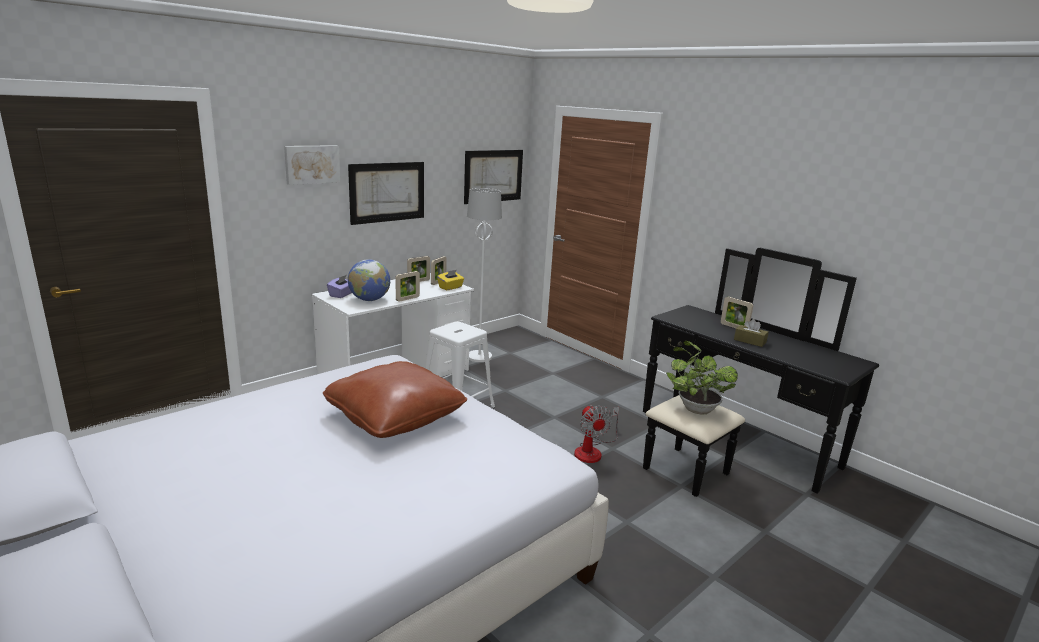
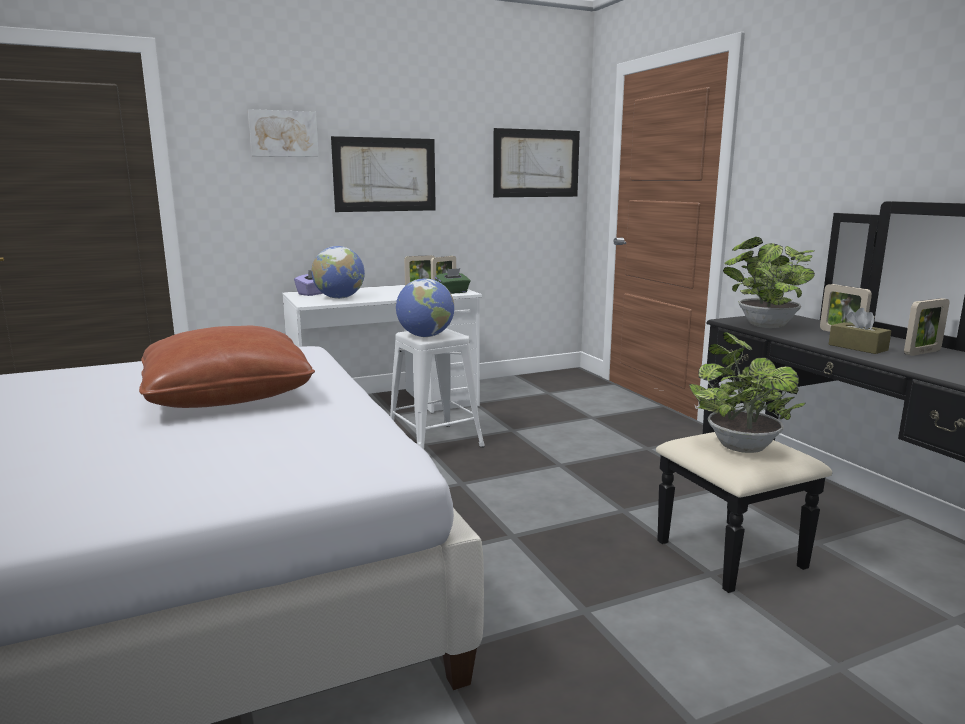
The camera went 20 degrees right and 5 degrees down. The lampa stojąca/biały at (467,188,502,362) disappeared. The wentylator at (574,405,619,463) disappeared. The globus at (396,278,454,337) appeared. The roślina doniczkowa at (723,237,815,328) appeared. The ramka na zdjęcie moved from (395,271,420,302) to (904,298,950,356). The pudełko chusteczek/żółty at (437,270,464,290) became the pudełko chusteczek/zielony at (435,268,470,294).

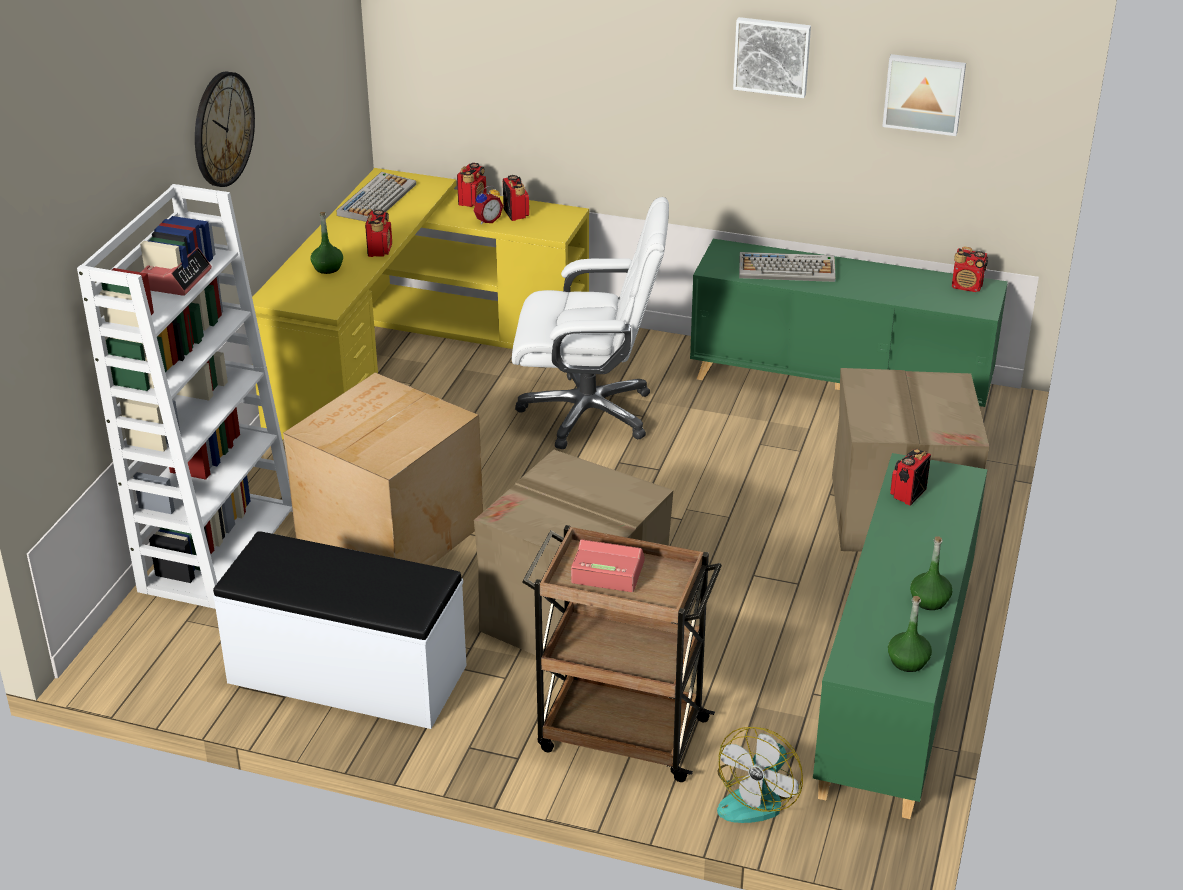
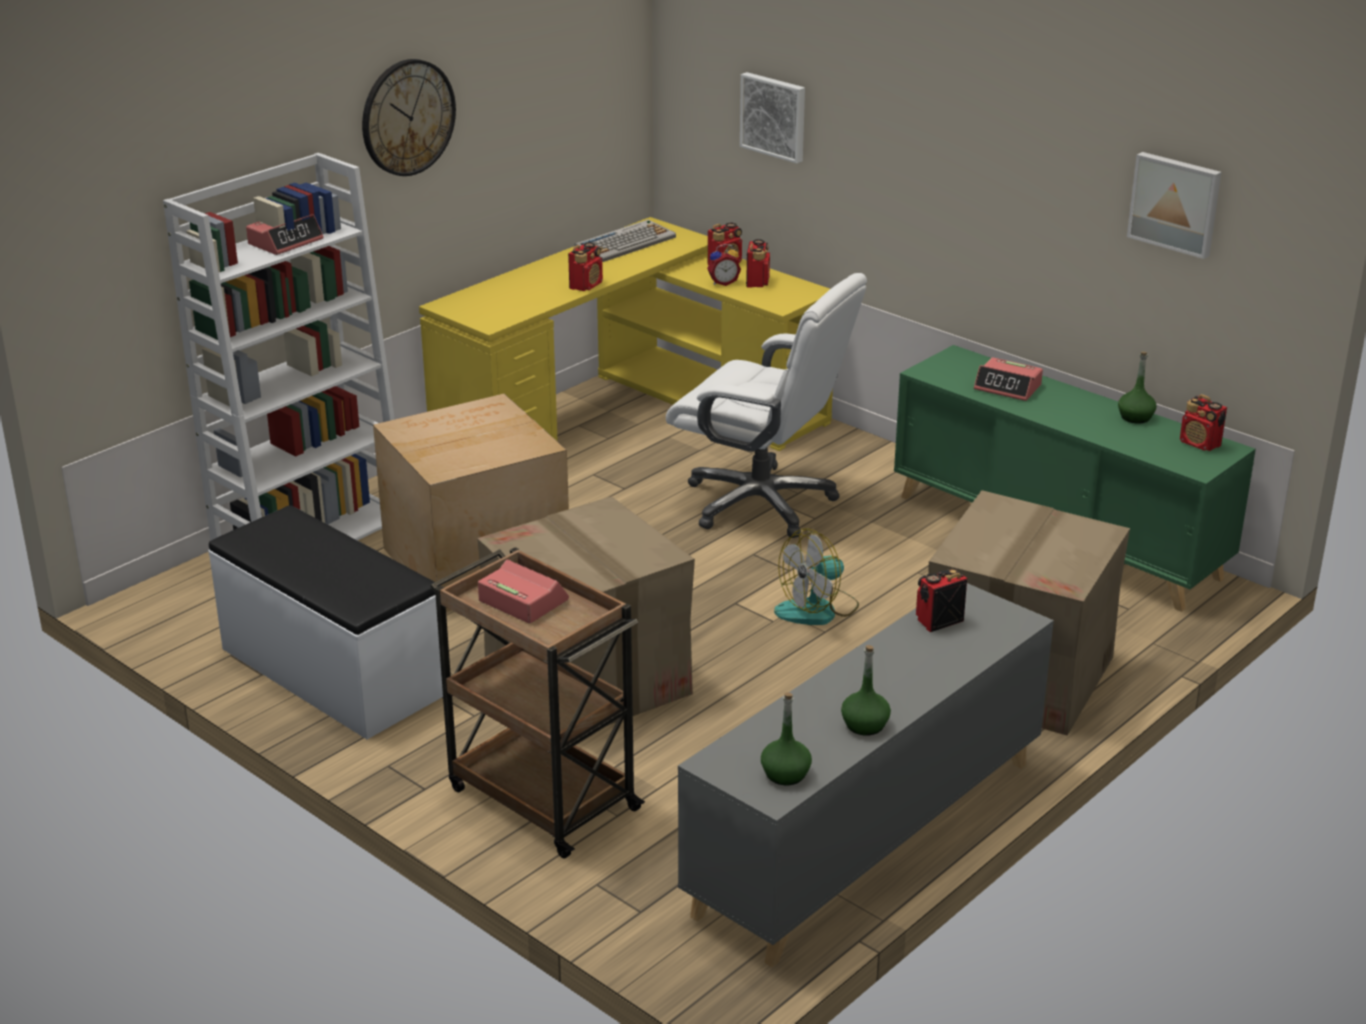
The camera went 25 degrees right and 5 degrees down. The butelka/zielony moved from (310,212,343,274) to (1118,352,1157,423). The wentylator moved from (717,727,803,823) to (774,528,859,625). The obraz moved from (733,17,811,98) to (740,72,805,164). The klawiatura at (739,252,836,282) was replaced by the budzik at (974,357,1043,401). The szafka/zielony at (813,453,988,819) became the szafka/szary at (678,583,1054,967).

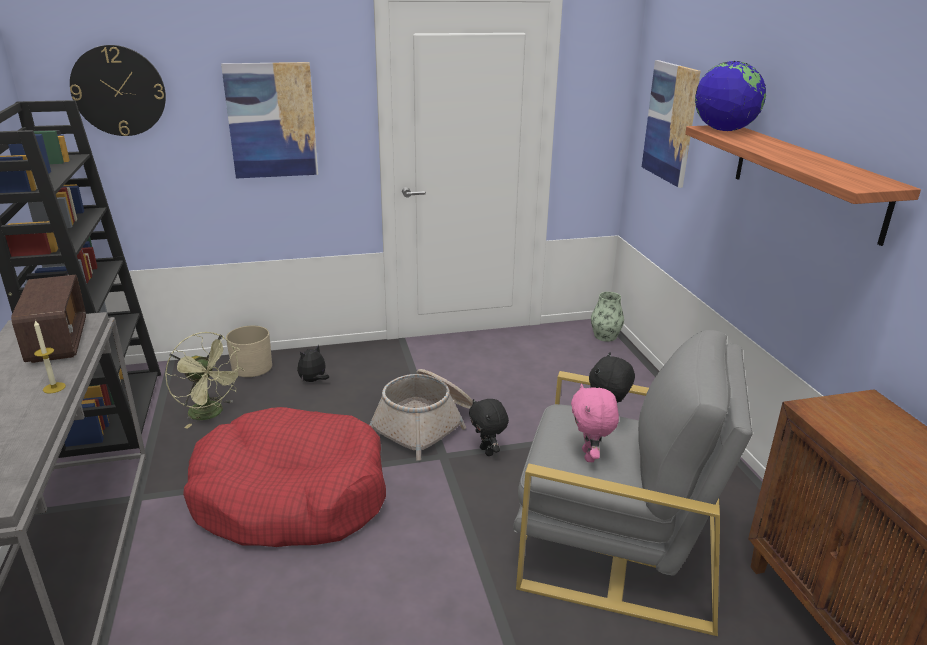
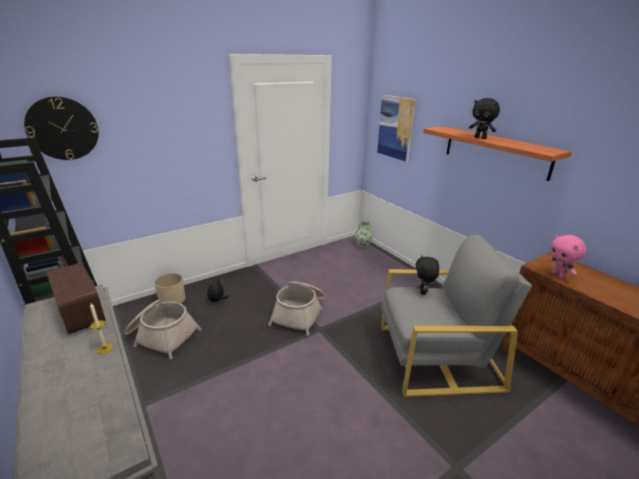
The camera went 20 degrees left and 0 degrees up. The legowisko/czerwony at (183,407,386,547) disappeared. The obraz at (221,62,318,178) disappeared. The globus at (695,61,766,131) disappeared. The pluszak/czarny moved from (469,399,509,456) to (469,98,500,139). The pluszak/różowy moved from (571,384,619,462) to (547,235,586,279). The wentylator/zielony at (165,332,245,429) was replaced by the koszyk at (124,300,201,359).

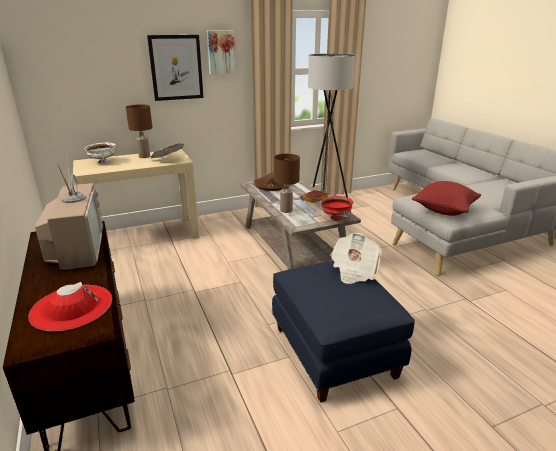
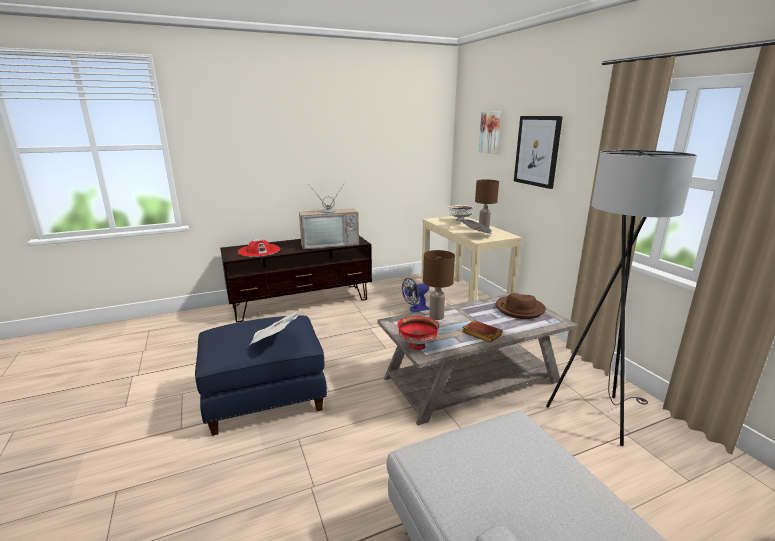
The camera went 90 degrees right and 5 degrees down. The poduszka/czerwony at (412,181,481,216) disappeared. The wentylator at (402,278,429,313) appeared. The obraz moved from (207,30,236,74) to (479,112,501,154).

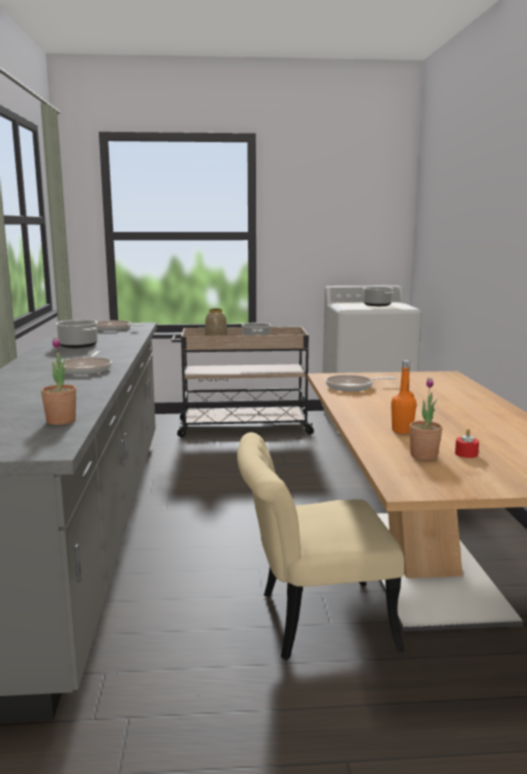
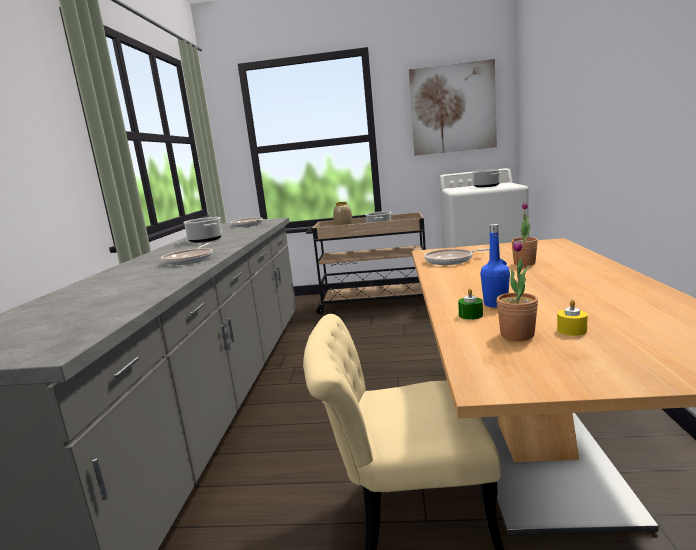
The camera went 10 degrees right and 0 degrees up. The obraz at (409,59,497,156) appeared. The świeca/zielony at (458,289,483,320) appeared. The roślina doniczkowa moved from (41,338,76,425) to (511,202,538,266). The butelka/pomarańczowy at (391,360,417,434) became the butelka/niebieski at (480,224,510,308). The świeca/czerwony at (455,429,479,458) became the świeca/żółty at (557,300,588,336).

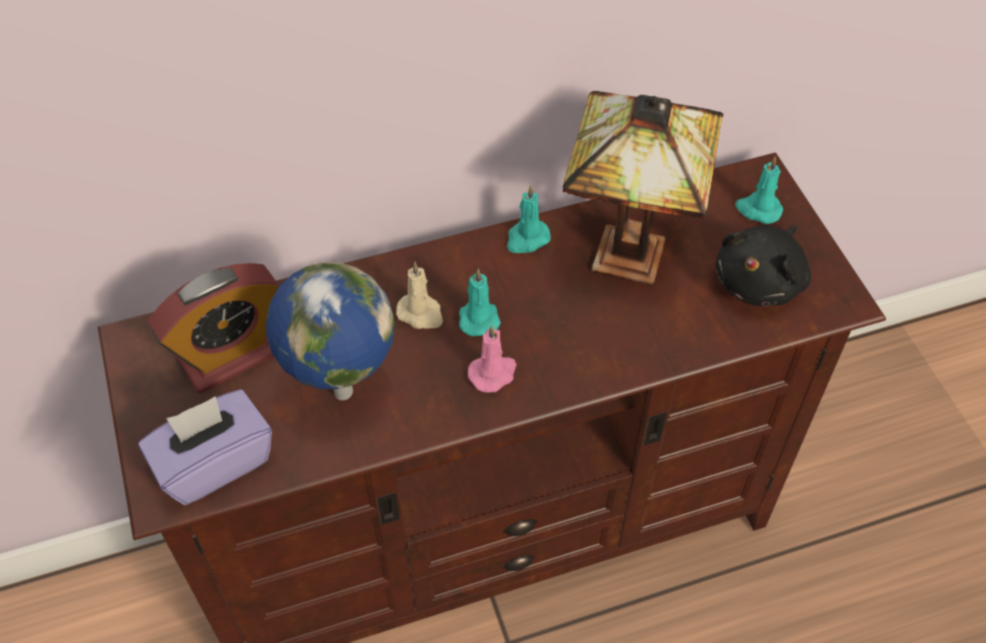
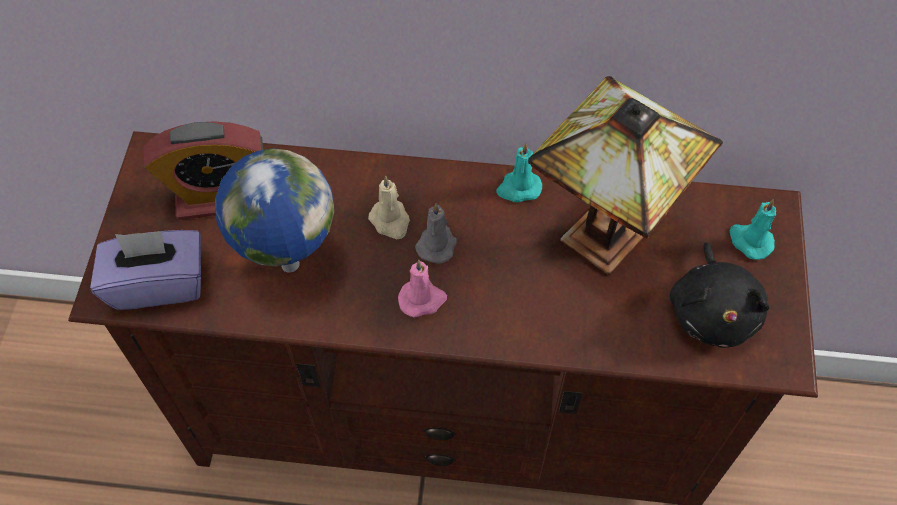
The camera went 25 degrees right and 5 degrees up. The świeca/turkusowy at (459,269,501,336) became the świeca/szary at (415,203,457,264). The pluszak/czarny at (715,225,811,306) turned 60 degrees counterclockwise.

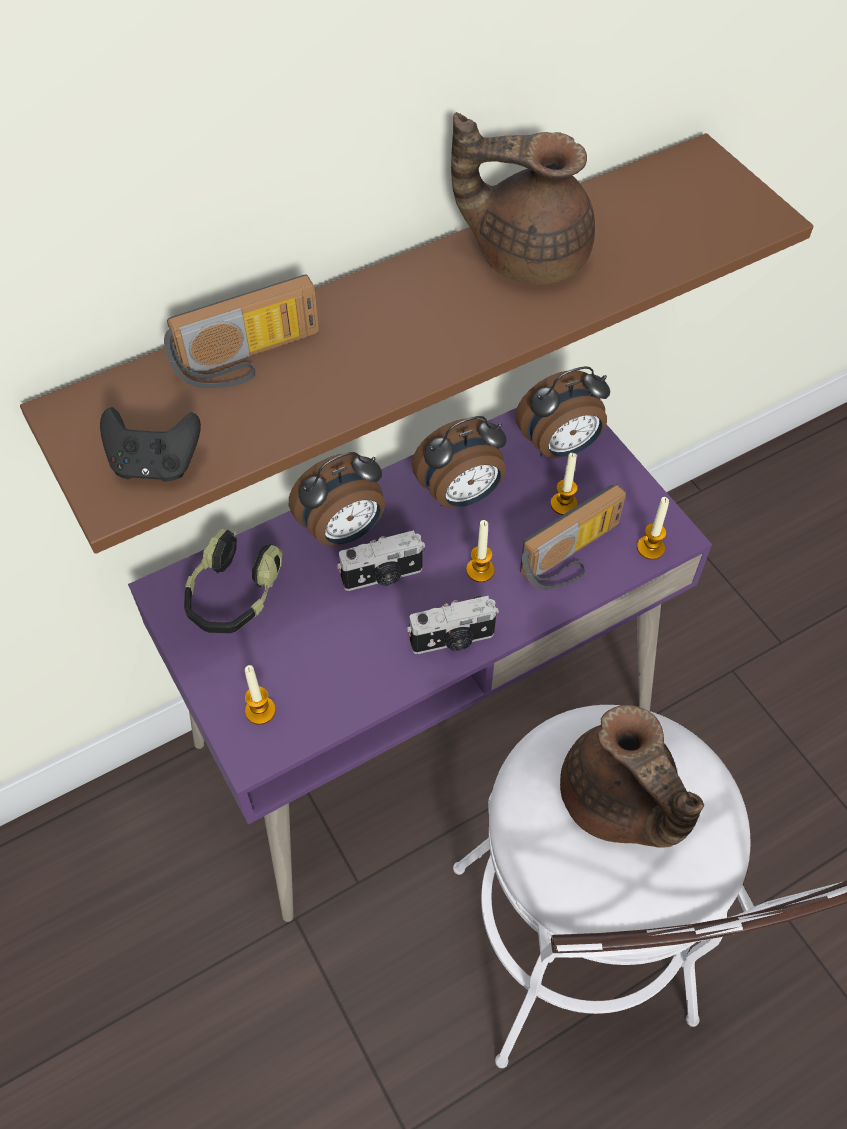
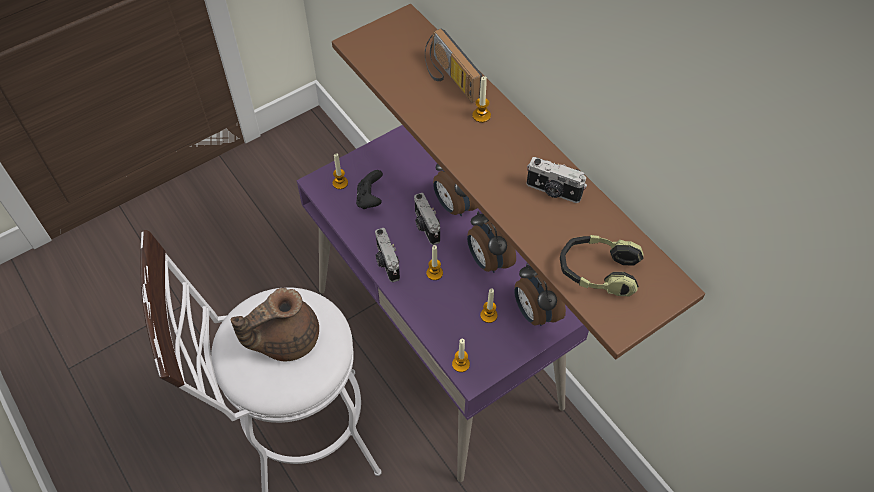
The camera went 85 degrees right and 0 degrees up. The radio at (520,484,626,589) disappeared. The świeca at (472,76,491,123) appeared. The pad do gier/czarny moved from (100,407,201,482) to (356,170,383,209). The słuchawki moved from (184,529,283,633) to (560,235,644,296). The imbryk/brązowy at (451,112,595,284) was replaced by the aparat fotograficzny at (526,157,587,203).

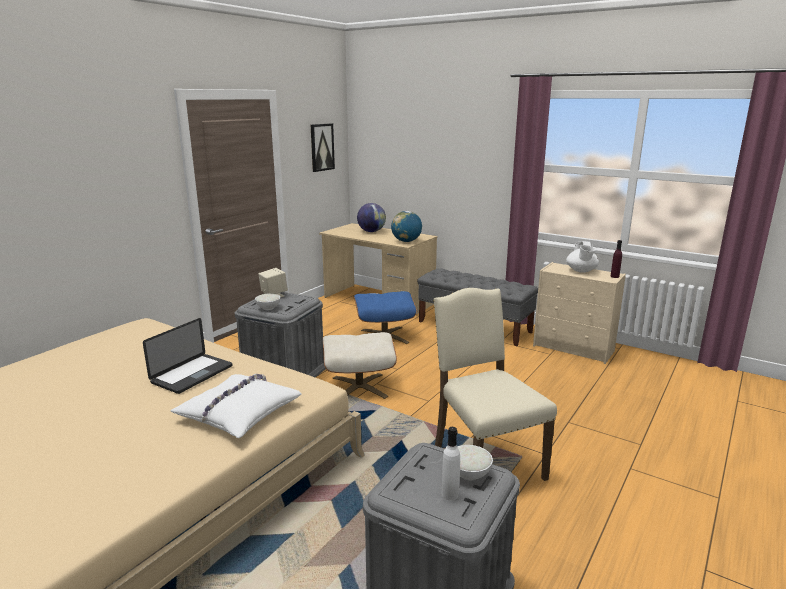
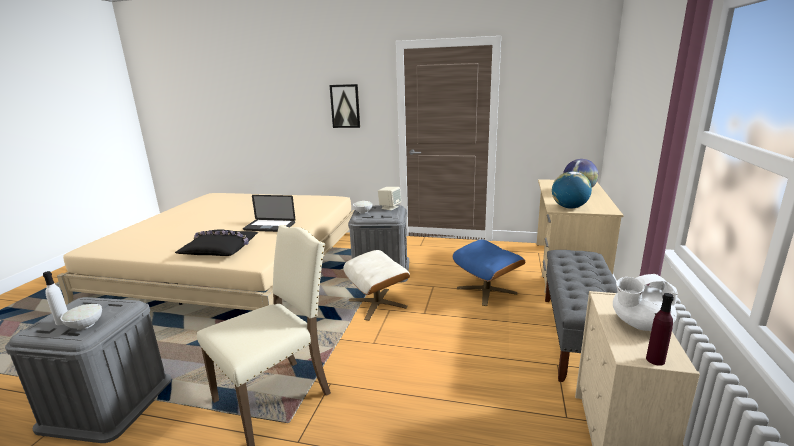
The camera went 70 degrees right and 0 degrees up. The obraz moved from (311,123,335,172) to (330,84,360,128). The poduszka/biały at (170,374,301,438) became the poduszka/czarny at (175,230,258,256).

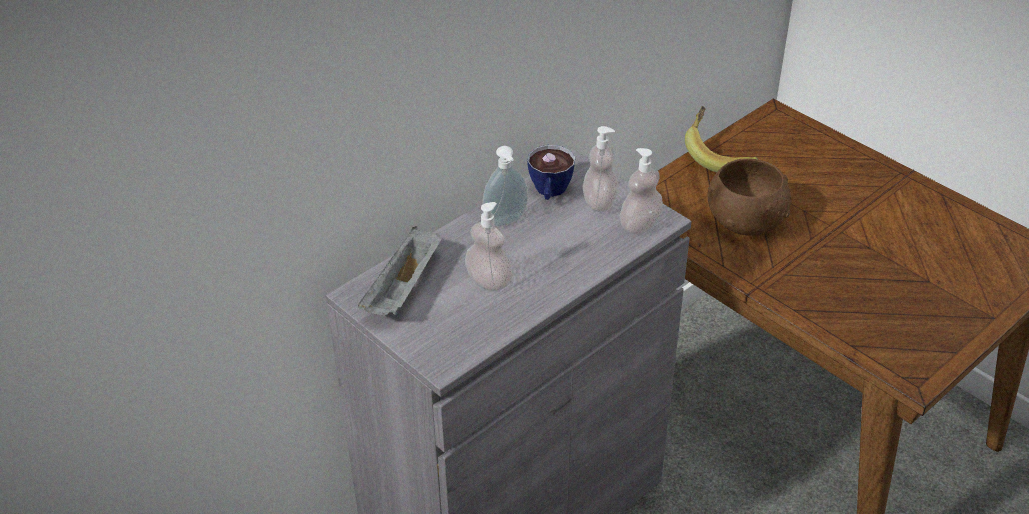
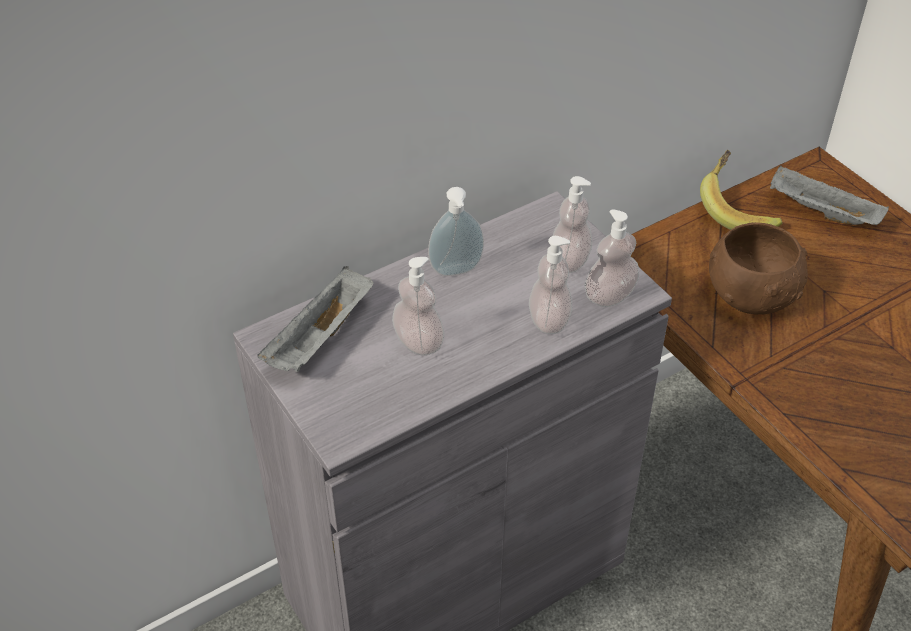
The camera went 10 degrees right and 5 degrees up. The filiżanka at (527,145,575,200) disappeared. The dozownik mydła at (529,236,572,334) appeared. The taca/szary at (770,165,889,225) appeared.

